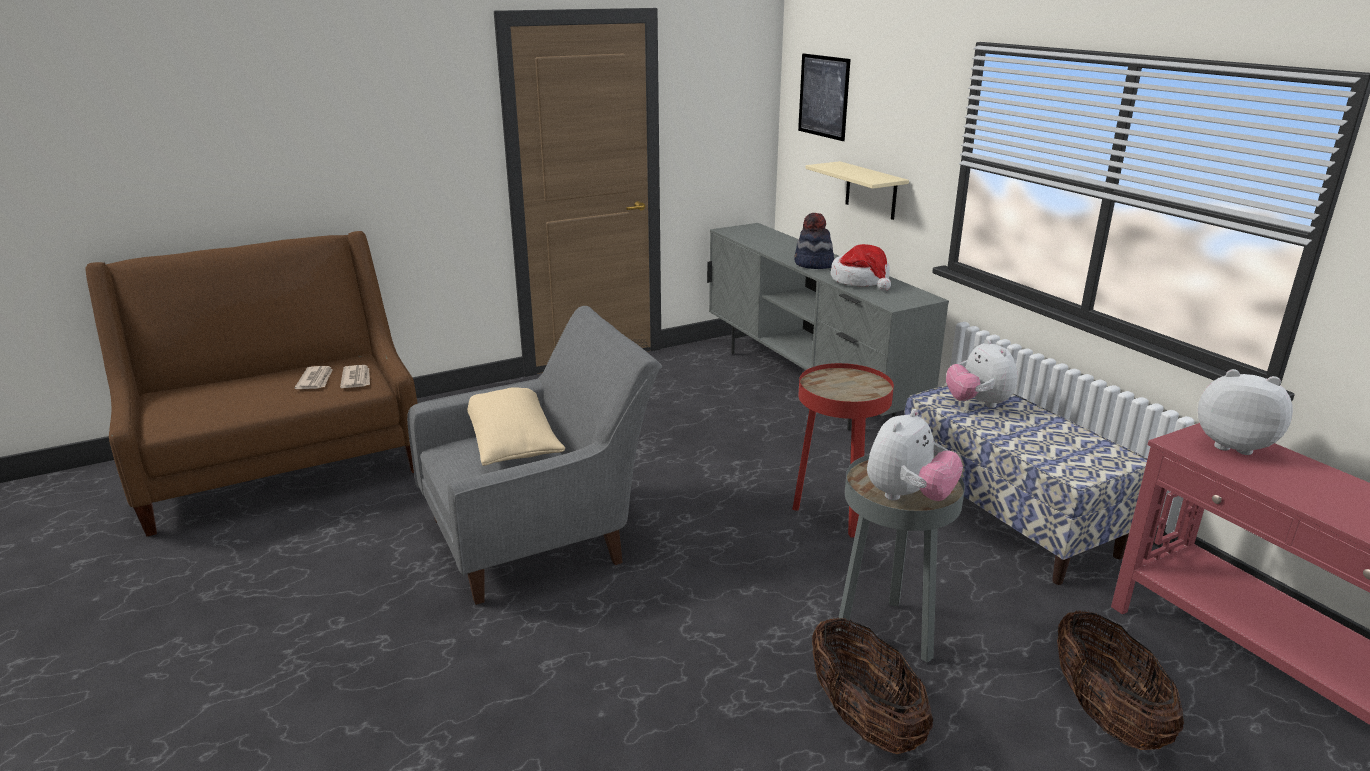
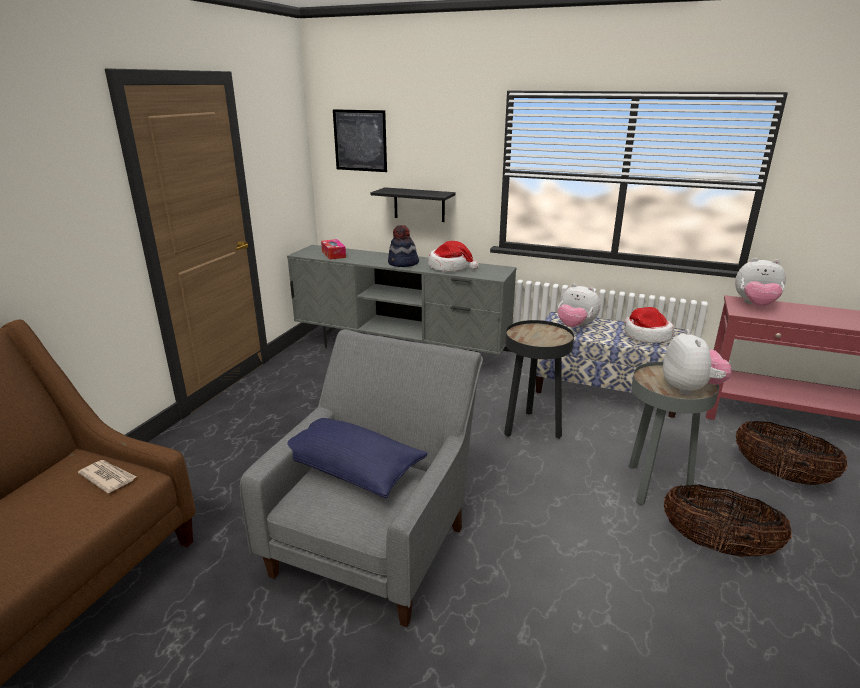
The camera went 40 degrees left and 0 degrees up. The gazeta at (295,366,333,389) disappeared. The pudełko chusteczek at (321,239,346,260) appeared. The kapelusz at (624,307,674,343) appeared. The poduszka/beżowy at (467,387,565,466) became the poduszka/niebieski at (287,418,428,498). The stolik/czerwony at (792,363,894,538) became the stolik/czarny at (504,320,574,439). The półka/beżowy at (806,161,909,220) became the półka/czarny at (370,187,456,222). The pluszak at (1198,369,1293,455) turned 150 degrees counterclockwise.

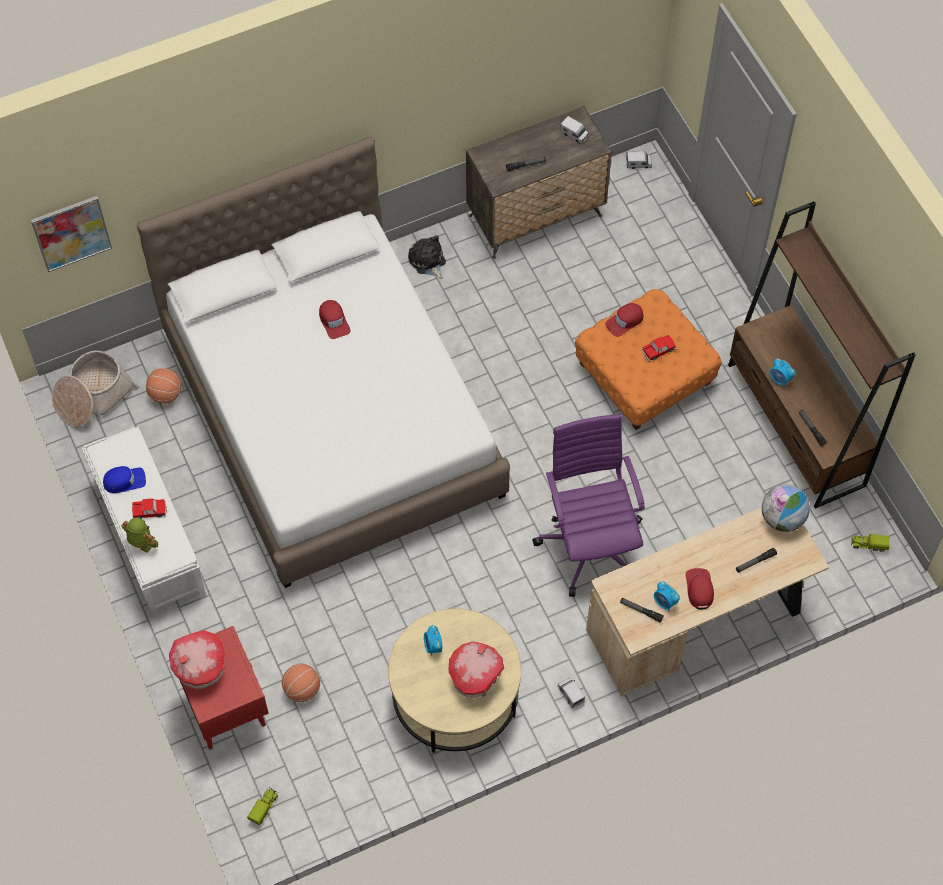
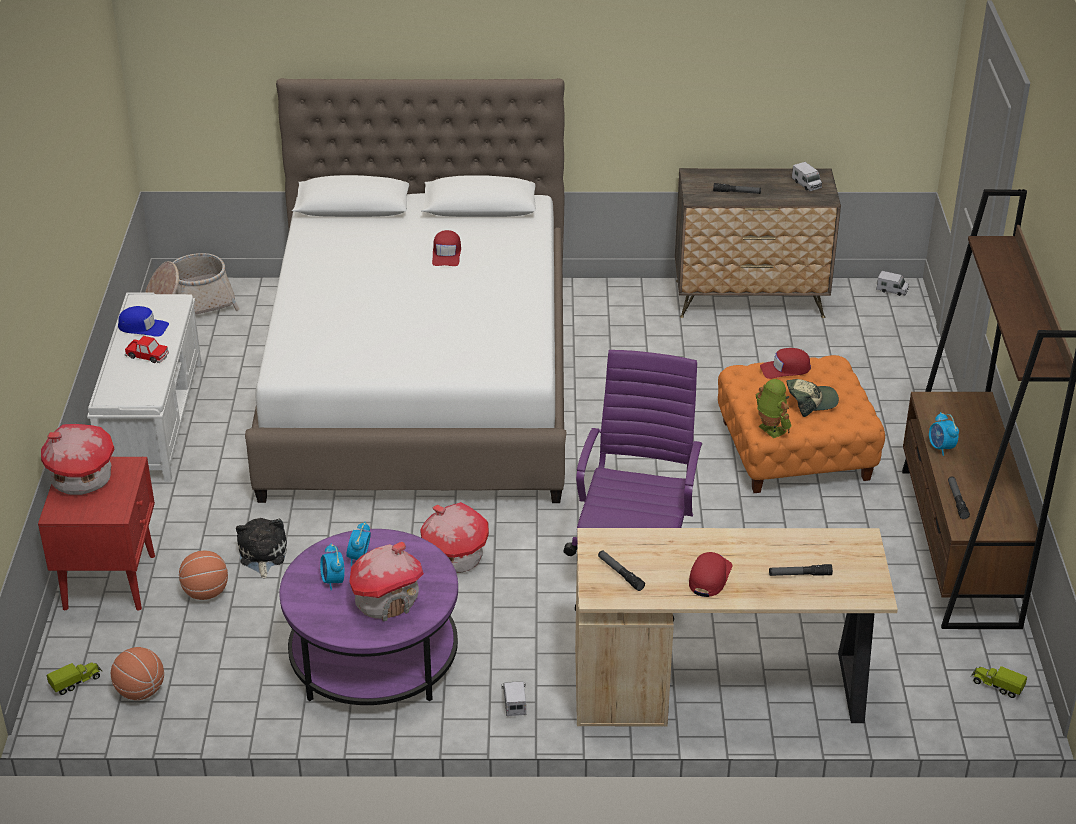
The camera went 25 degrees right and 25 degrees down. The obraz at (31,196,112,272) disappeared. The globus at (762,484,810,532) disappeared. The domek at (420,502,489,573) appeared. The robot zabawkowy moved from (121,517,158,553) to (756,379,792,438). The piłka do koszykówki moved from (146,368,181,404) to (111,647,164,700). The pluszak moved from (408,235,446,279) to (236,518,287,578). The budzik moved from (654,581,680,611) to (320,543,345,590). The samochodzik at (641,335,676,362) was replaced by the czapka z daszkiem at (787,379,839,417). The ława/beżowy at (388,608,521,753) became the ława/fioletowy at (280,529,458,705).

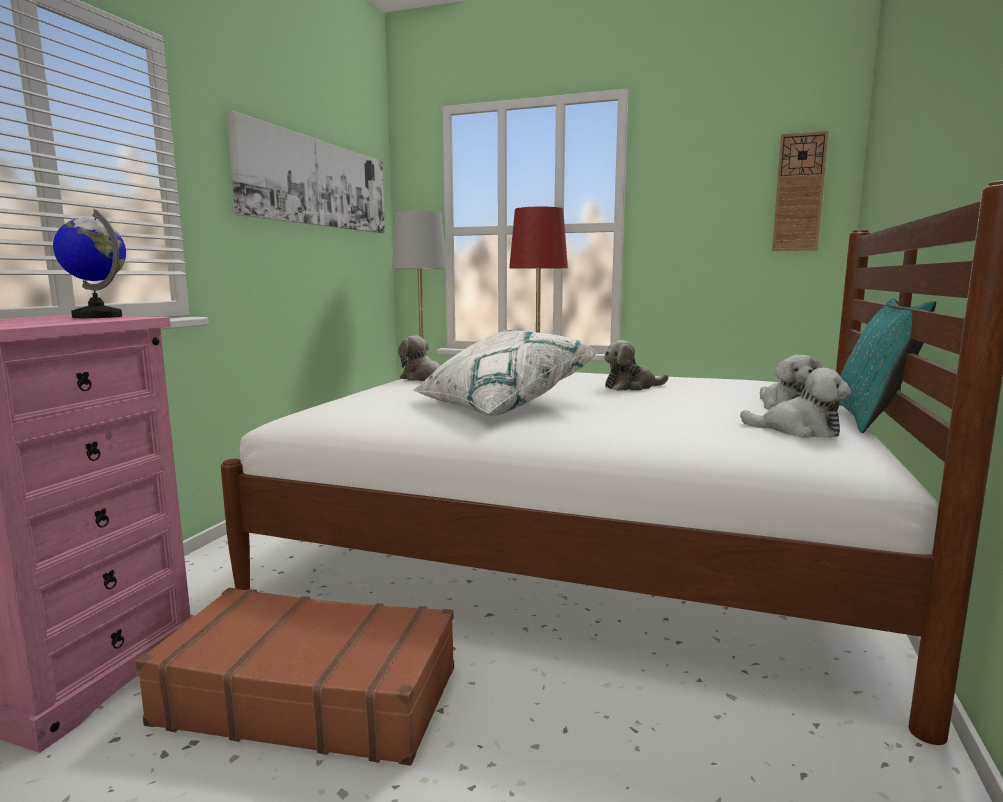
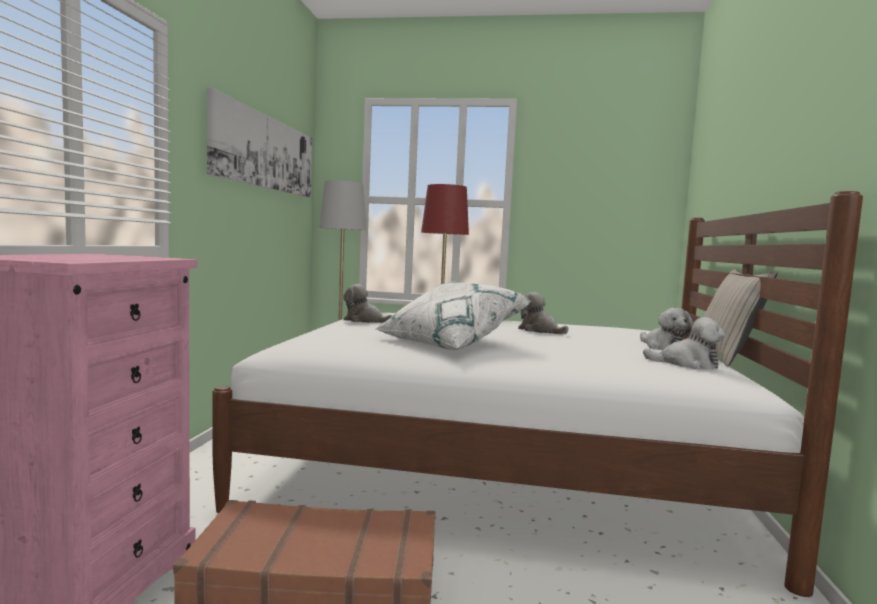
The camera went 10 degrees left and 5 degrees down. The globus at (53,209,126,318) disappeared. The zegar ścienny at (772,131,829,251) disappeared. The poduszka/turkusowy at (839,298,936,433) became the poduszka/beżowy at (704,269,778,367). The pluszak at (604,340,668,391) turned 75 degrees clockwise.

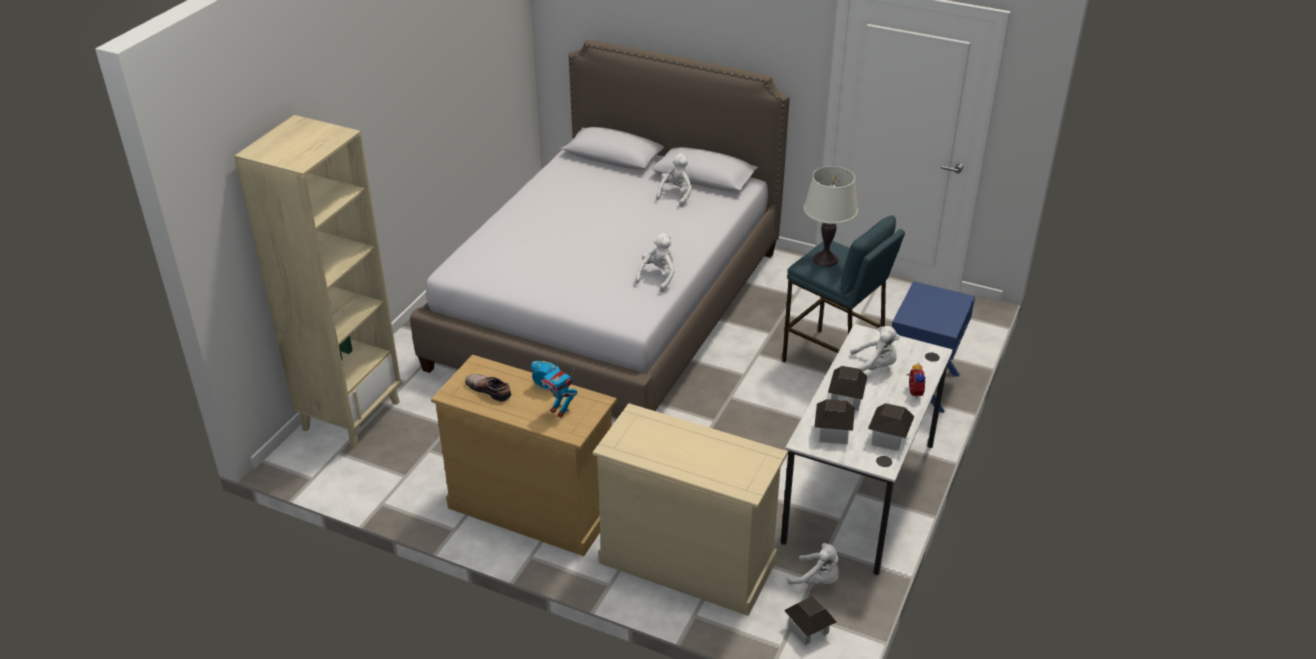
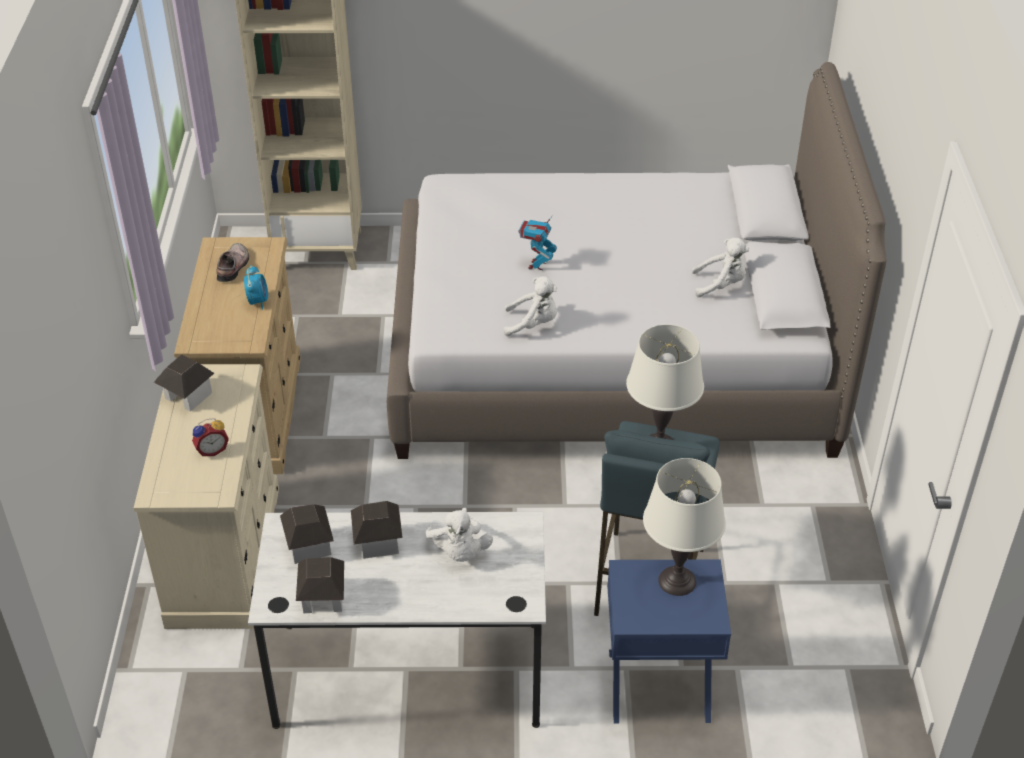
The camera went 65 degrees right and 5 degrees up. The pluszak/biały at (787,543,839,585) disappeared. The lampa stołowa/biały at (643,458,726,596) appeared. The robot zabawkowy moved from (540,357,577,418) to (518,215,557,270). The domek moved from (784,596,837,645) to (154,354,214,412). The budzik moved from (907,362,925,398) to (192,418,229,456).

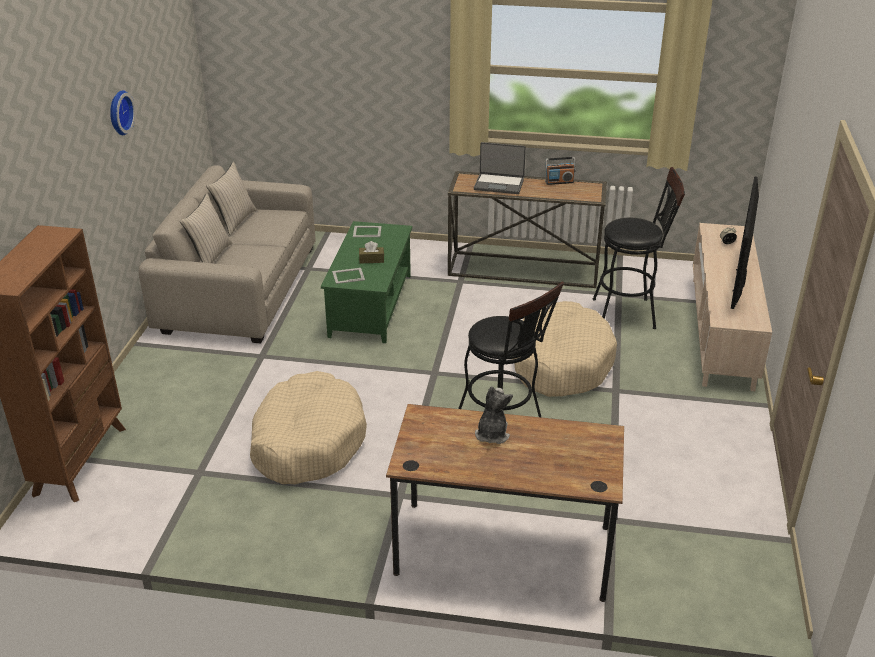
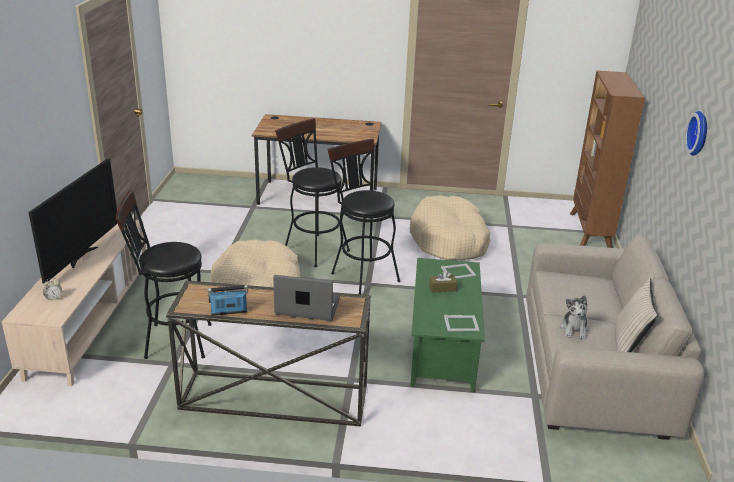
The camera went 175 degrees right and 5 degrees down. The poduszka/beżowy at (180,193,232,263) disappeared. The stołek/czarny at (327,138,400,294) appeared. The pluszak moved from (475,386,513,444) to (560,295,588,339).

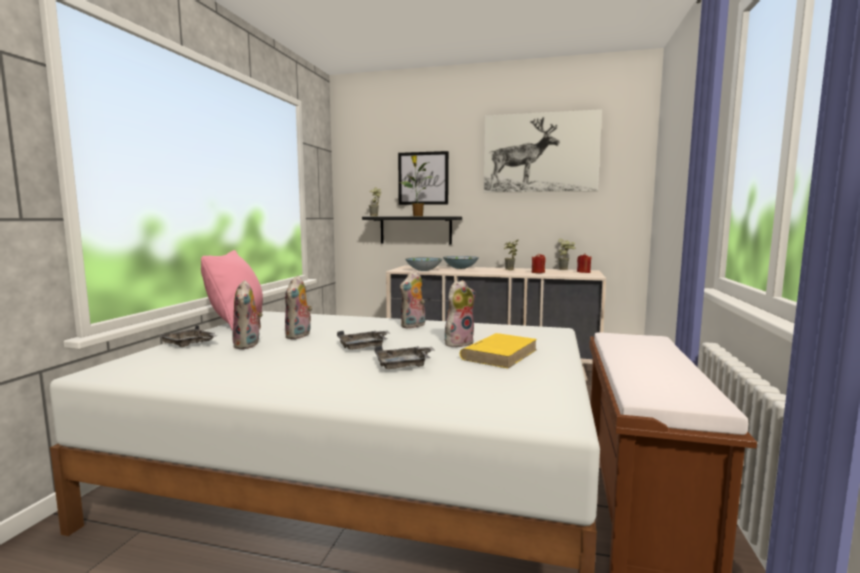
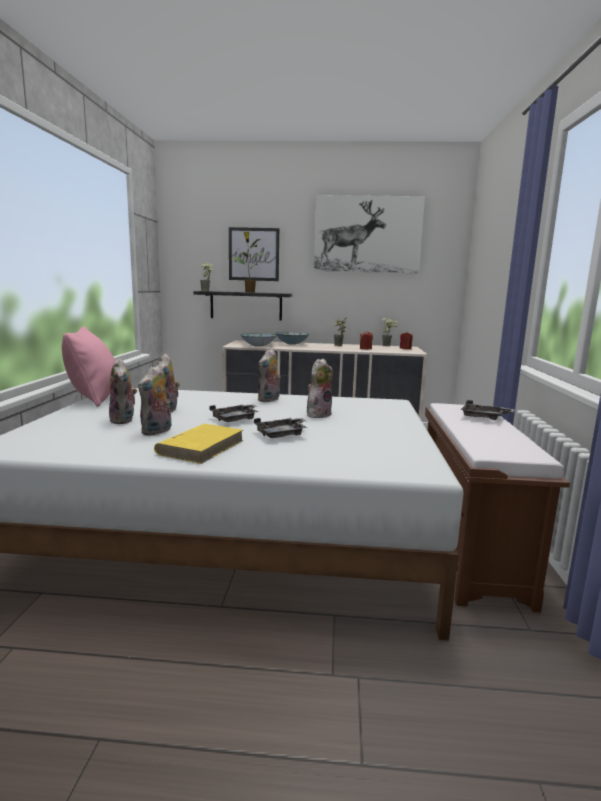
The camera went 10 degrees left and 5 degrees up. The pluszak at (138,365,171,436) appeared. The taca/szary moved from (158,325,217,347) to (461,400,515,420). The książka/żółty moved from (460,333,537,368) to (154,424,243,464).

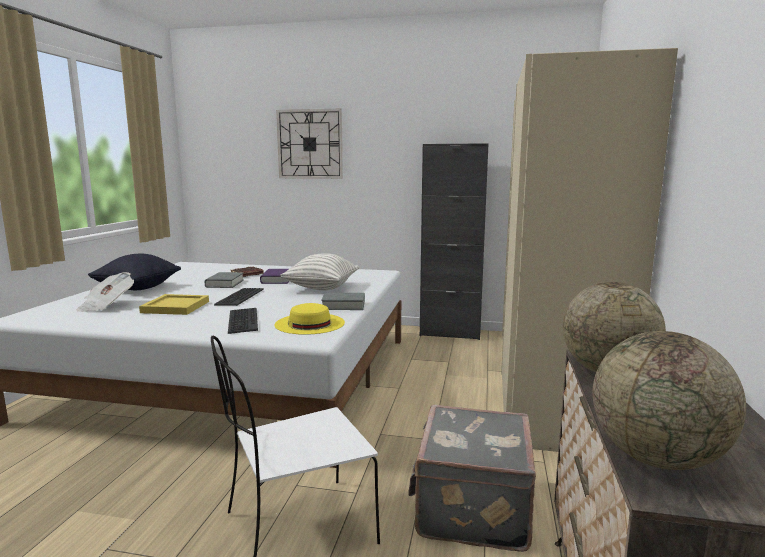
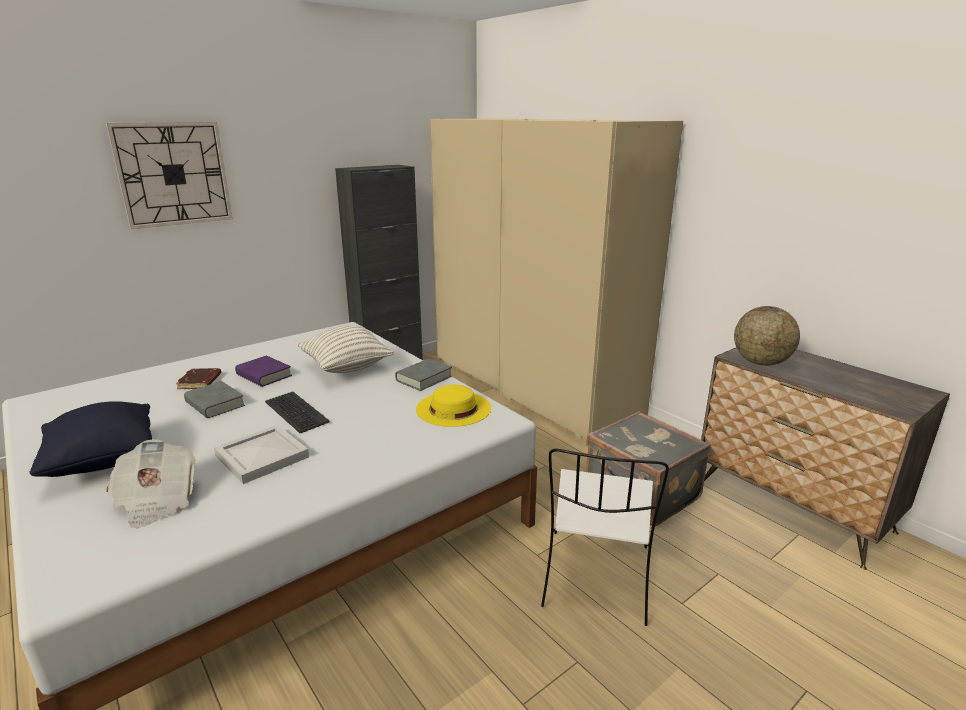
The camera went 50 degrees left and 10 degrees up. The klawiatura at (228,308,258,334) disappeared. The globus at (593,331,746,470) disappeared. The taca/żółty at (139,294,209,315) became the taca/biały at (214,425,309,484).

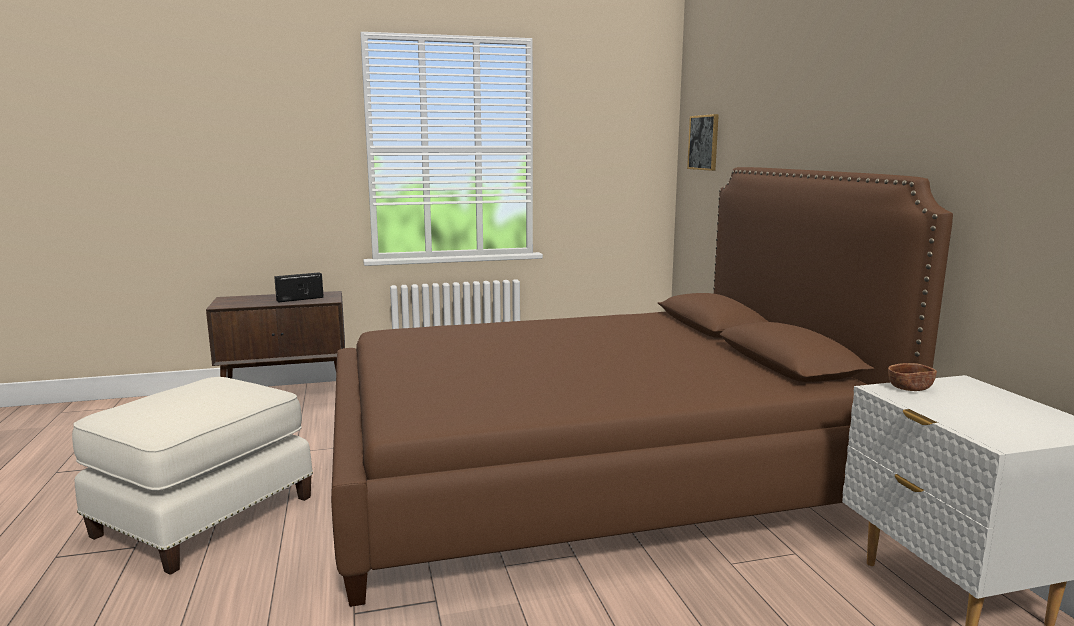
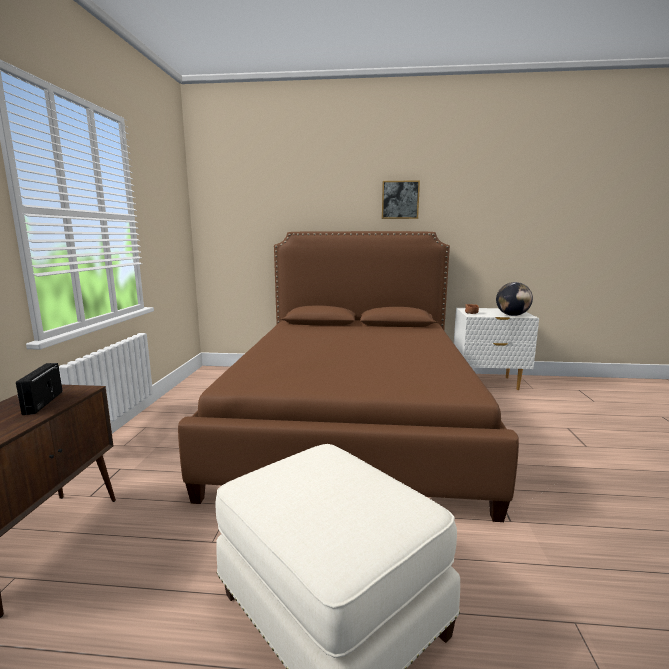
The camera went 70 degrees left and 0 degrees up. The globus at (496,282,533,316) appeared. The obraz moved from (687,114,719,171) to (382,180,420,219).

